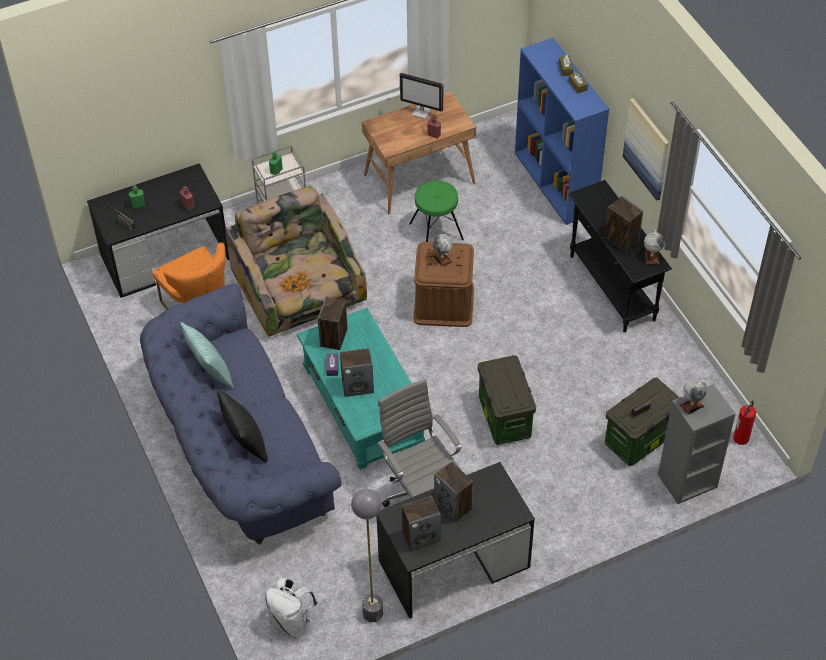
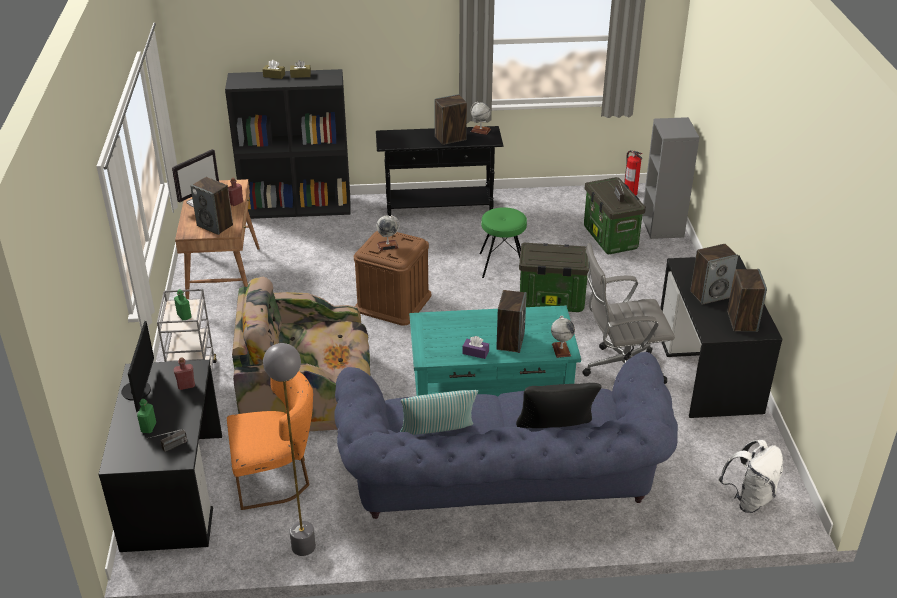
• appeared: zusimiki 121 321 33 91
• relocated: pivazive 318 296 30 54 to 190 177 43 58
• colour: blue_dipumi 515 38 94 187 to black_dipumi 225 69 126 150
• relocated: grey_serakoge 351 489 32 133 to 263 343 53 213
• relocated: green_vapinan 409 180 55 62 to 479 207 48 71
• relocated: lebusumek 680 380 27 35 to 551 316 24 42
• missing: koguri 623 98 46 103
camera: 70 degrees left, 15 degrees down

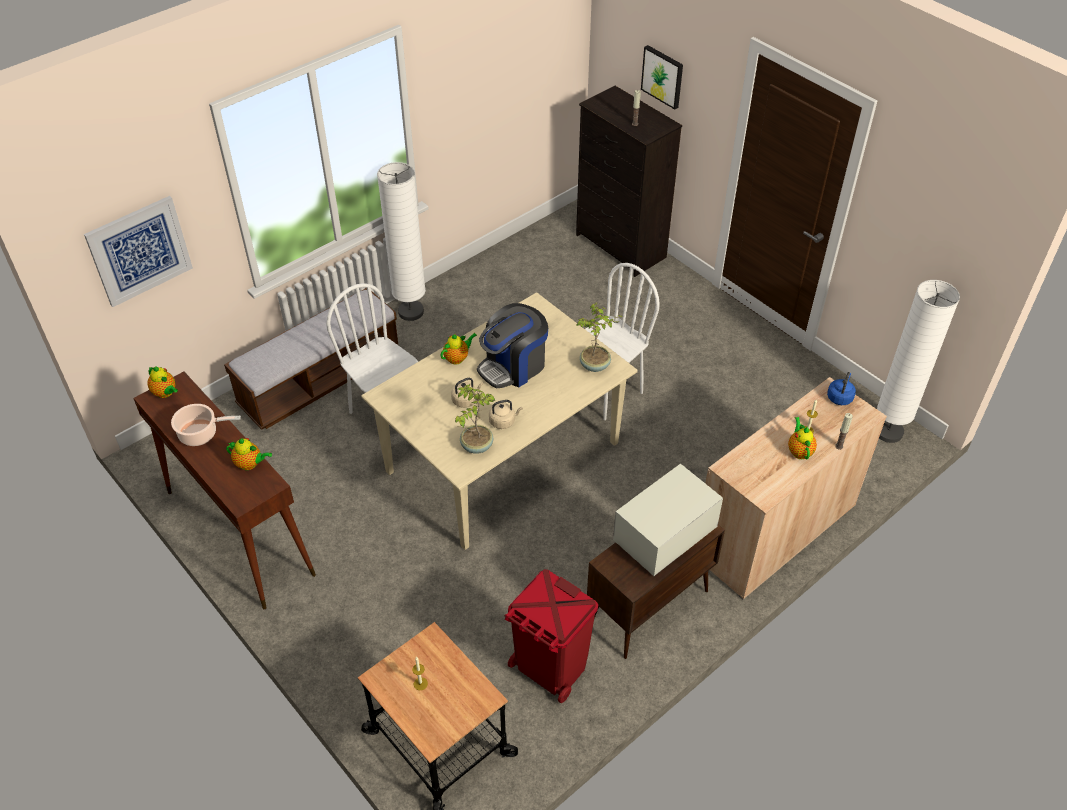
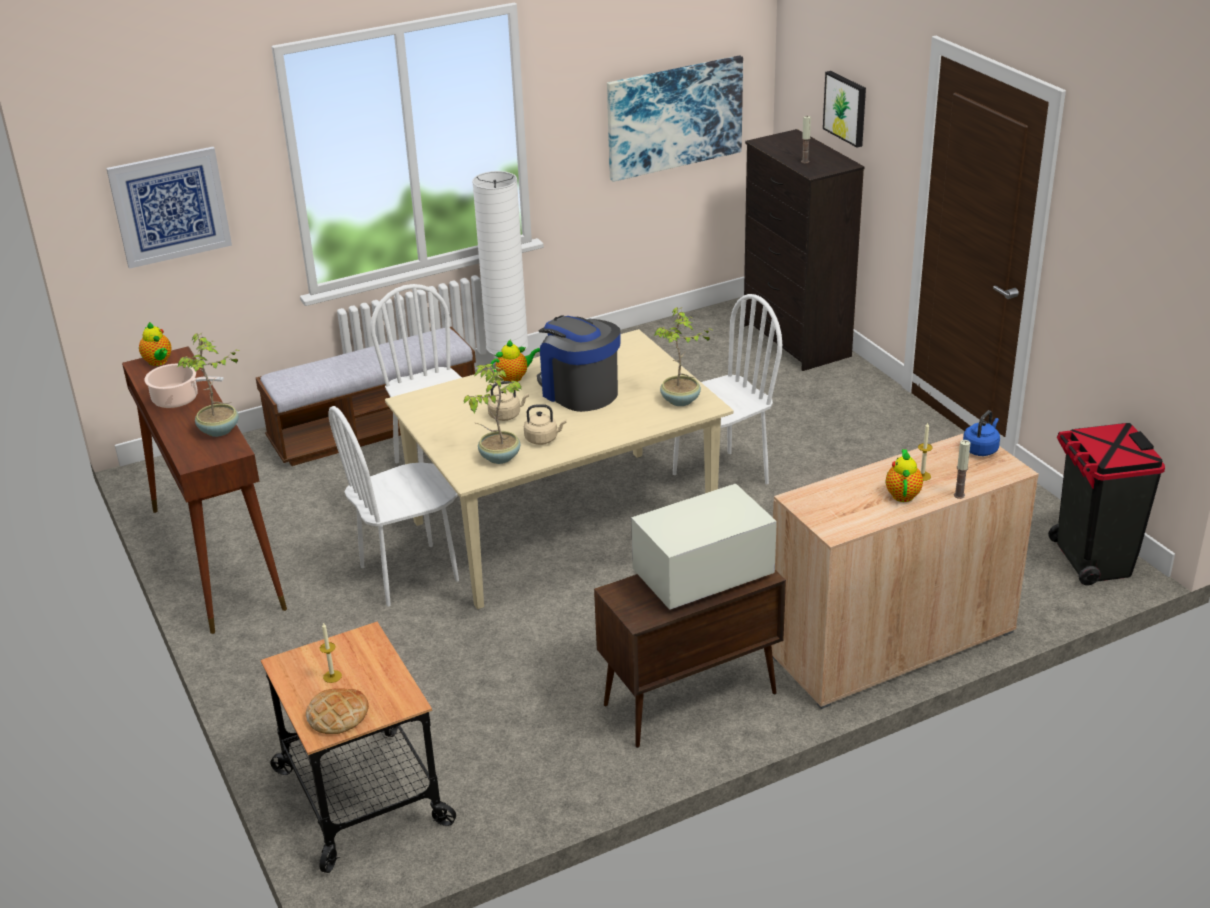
• exchanged: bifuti 226 438 46 32 to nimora 177 332 62 105
• appeared: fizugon 306 688 63 46
• appeared: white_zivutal 328 406 131 201
• spun: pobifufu 477 303 71 85 = 537 315 84 97 75 degrees clockwise
• appeared: koguri 607 55 136 127
• exchanged: white_serakoge 877 280 83 163 to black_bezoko 1048 423 117 162
• missing: red_bezoko 505 569 93 134
camera: 15 degrees right, 15 degrees down

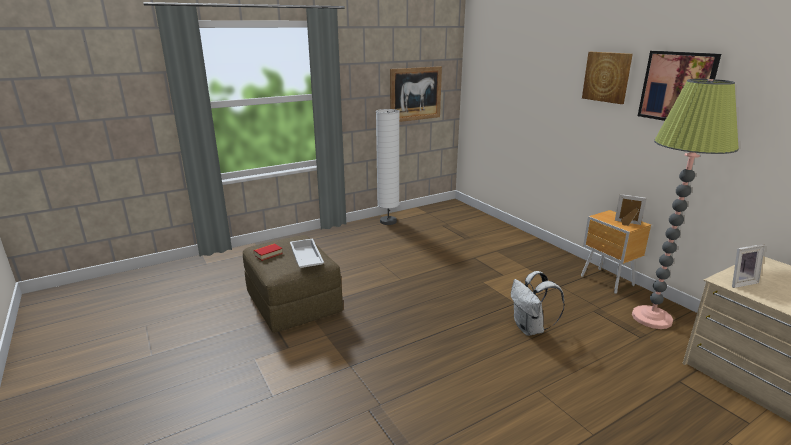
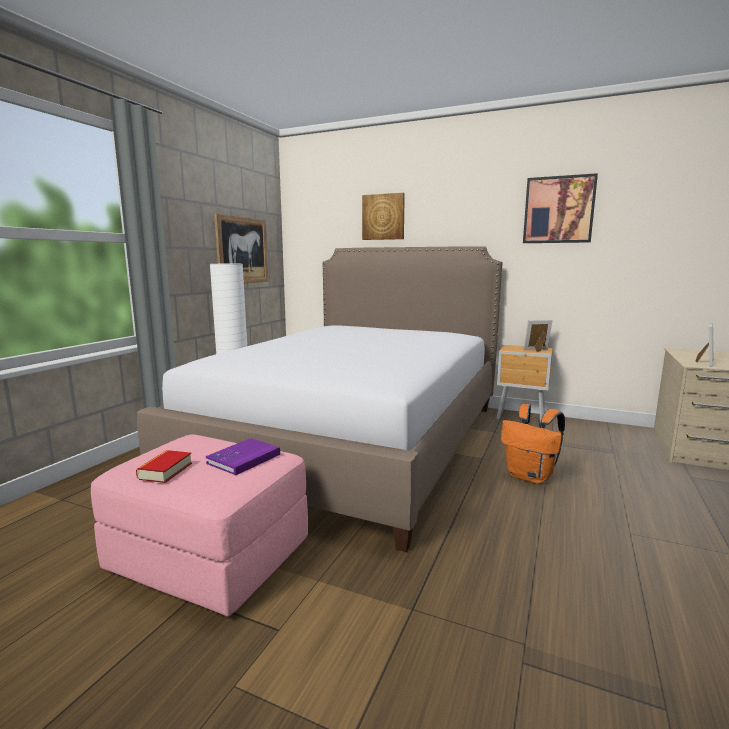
• colour: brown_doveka 243 235 100 98 to pink_doveka 91 435 217 182
• appeared: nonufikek 137 247 366 305
• exchanged: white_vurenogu 290 238 34 30 to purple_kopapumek 206 438 74 37
• relocated: koguri 582 52 51 52 to 362 193 43 47
• colour: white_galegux 511 271 54 65 to orange_galegux 501 404 64 80
• missing: serakoge 632 79 107 250
camera: 35 degrees left, 10 degrees down

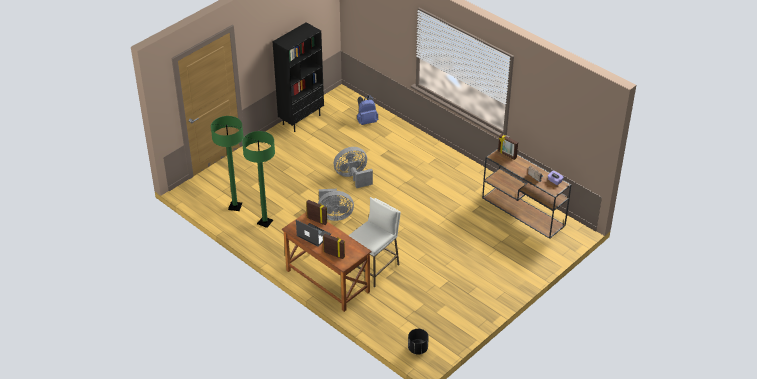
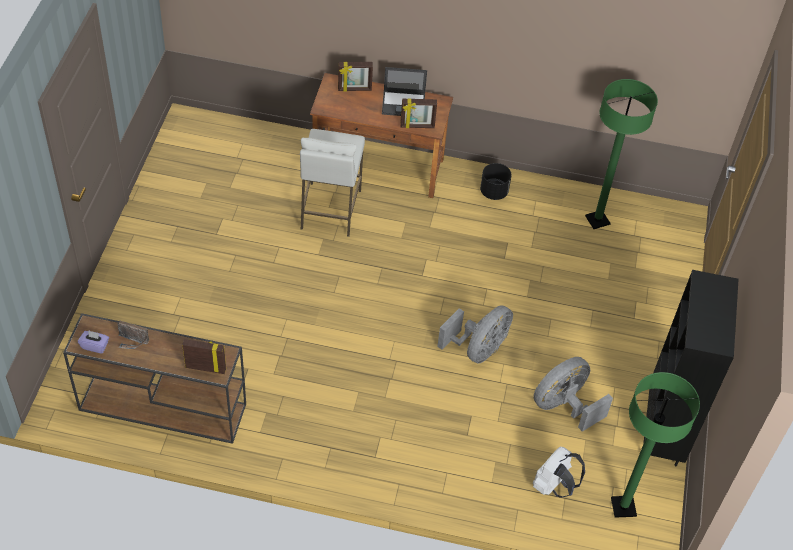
• relocated: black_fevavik 408 329 21 26 to 480 163 32 37
• relocated: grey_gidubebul 318 189 36 32 to 533 357 80 75
• colour: blue_galegux 357 95 21 30 to white_galegux 533 447 52 51
• relocated: green_serakoge 242 131 33 97 to 611 372 89 146
camera: 145 degrees right, 10 degrees up

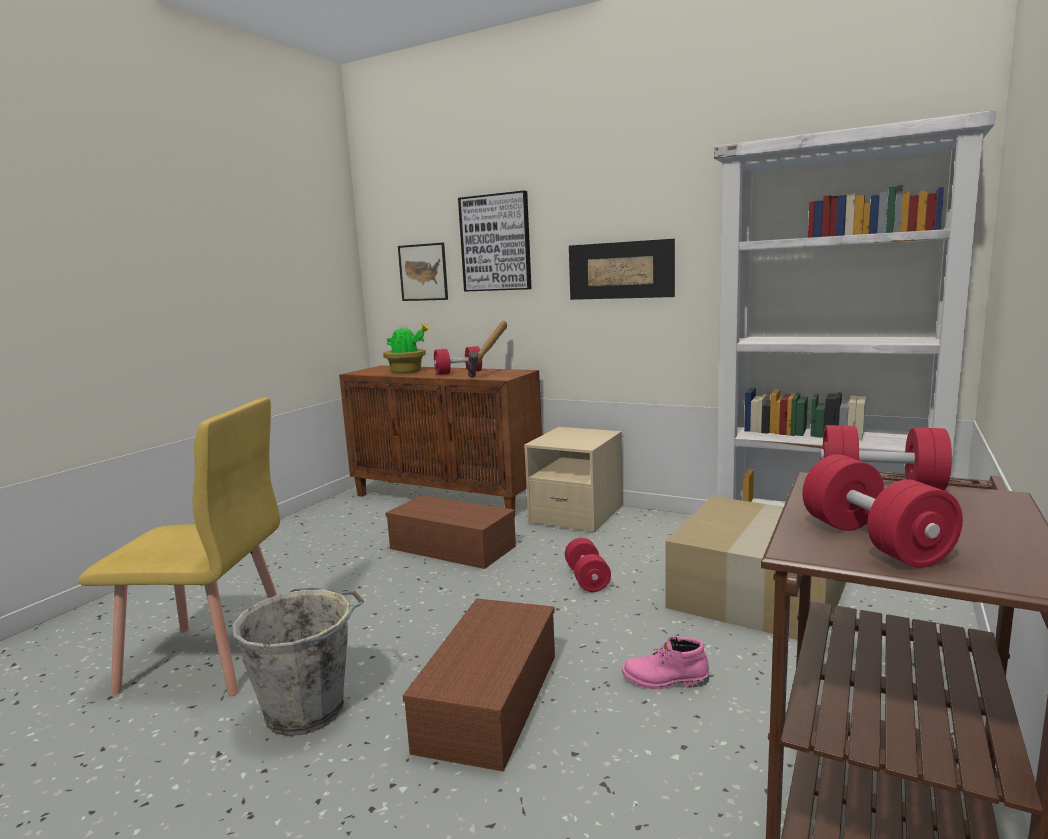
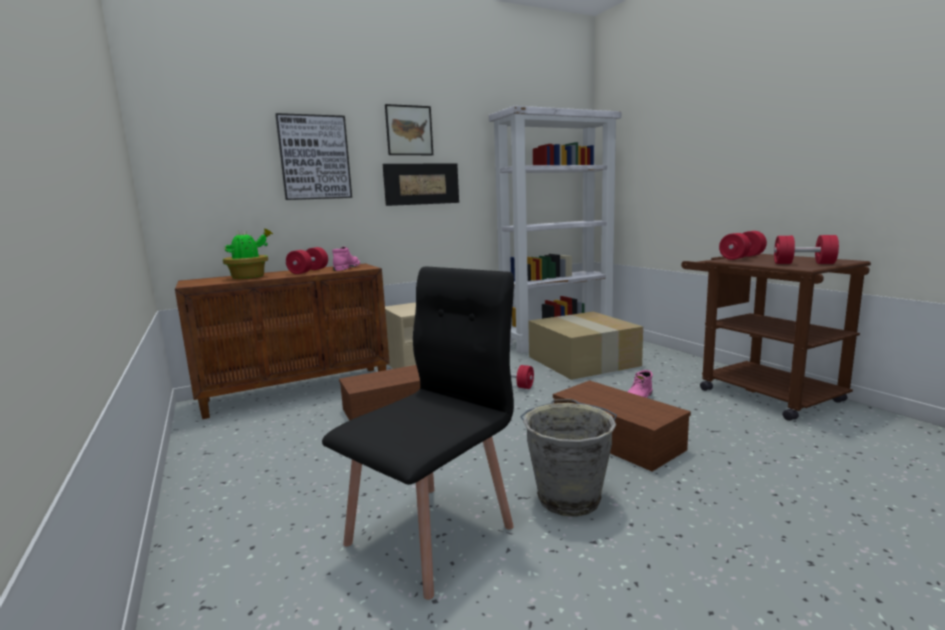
• colour: yellow_zivutal 78 398 202 298 to black_zivutal 322 267 192 333
• exchanged: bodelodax 467 320 40 57 to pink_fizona 332 247 28 24
• relocated: koguri 398 243 50 58 to 385 104 48 51
camera: 55 degrees left, 0 degrees up

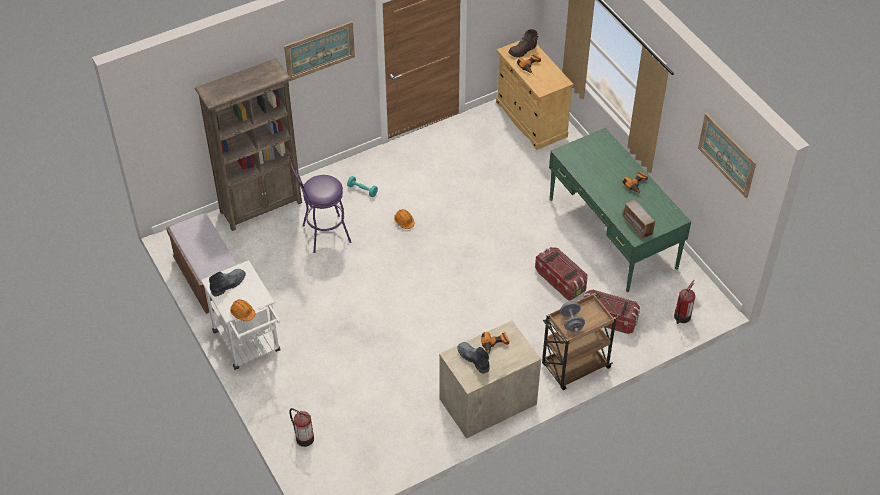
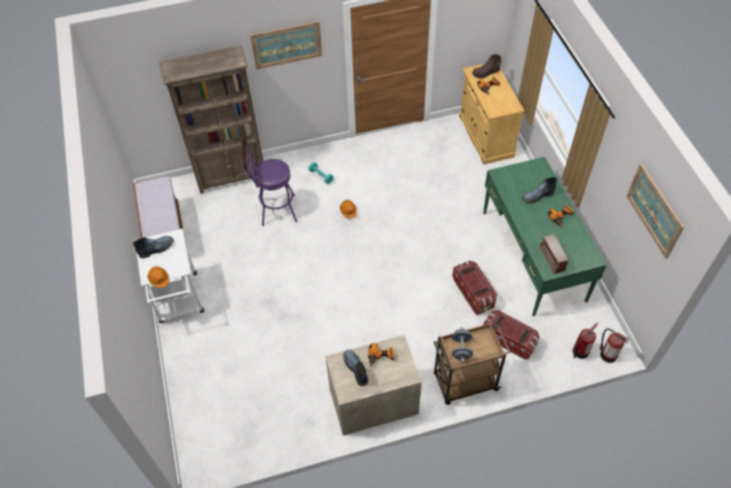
• appeared: fizona 522 177 35 27
• relocated: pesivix 289 408 25 39 to 600 329 29 34
camera: 15 degrees right, 5 degrees up

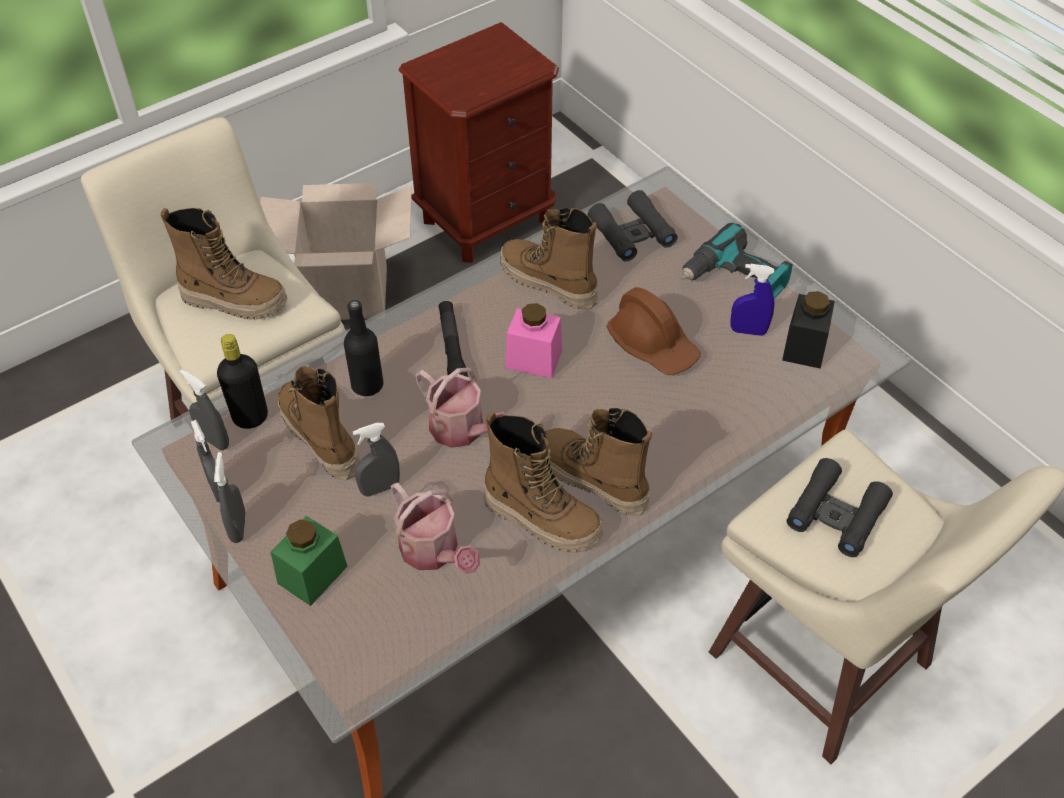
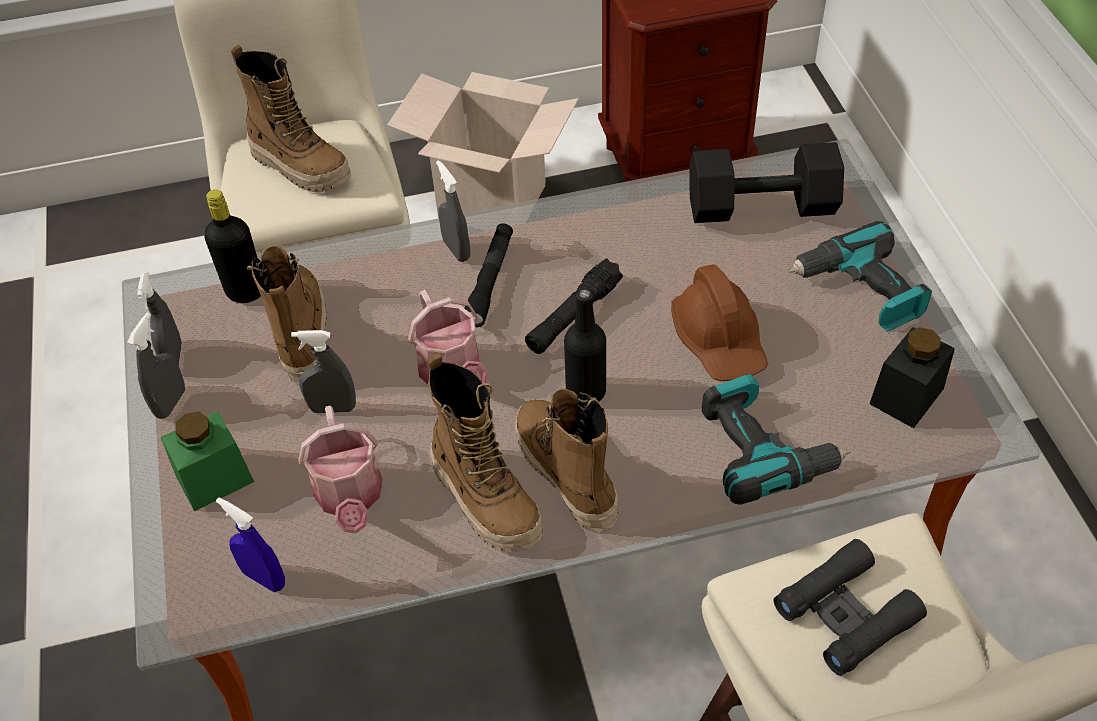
• relocated: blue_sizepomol 730 264 44 72 to 216 497 69 95
• relocated: grey_sizepomol 180 369 49 81 to 436 160 34 102
• exchanged: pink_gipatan 505 303 57 75 to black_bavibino 525 258 98 96
• relocated: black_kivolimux 344 300 40 96 to 564 288 42 114
• exchanged: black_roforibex 588 190 90 72 to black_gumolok 689 142 155 81
• appeared: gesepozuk 702 374 149 131
• missing: fizona 500 208 98 102
camera: 25 degrees right, 0 degrees up

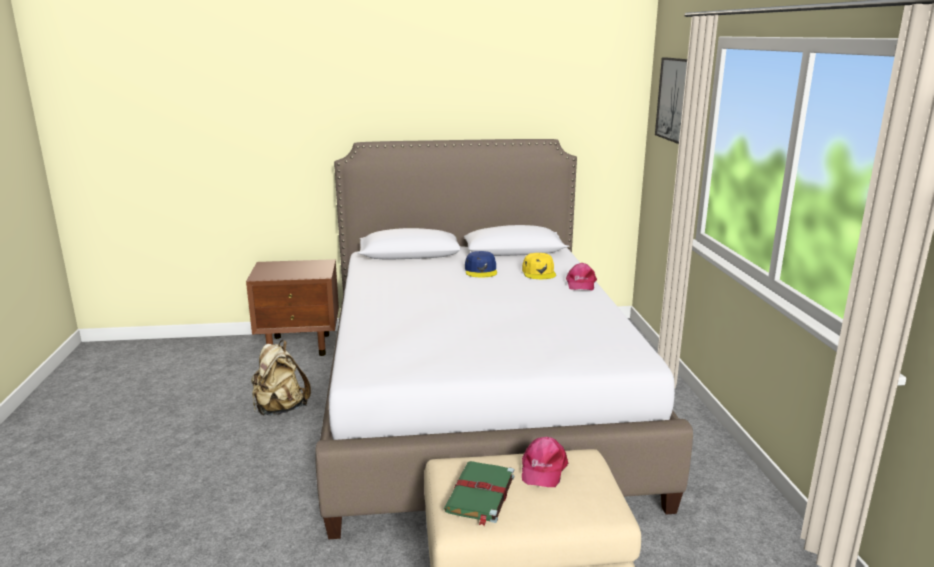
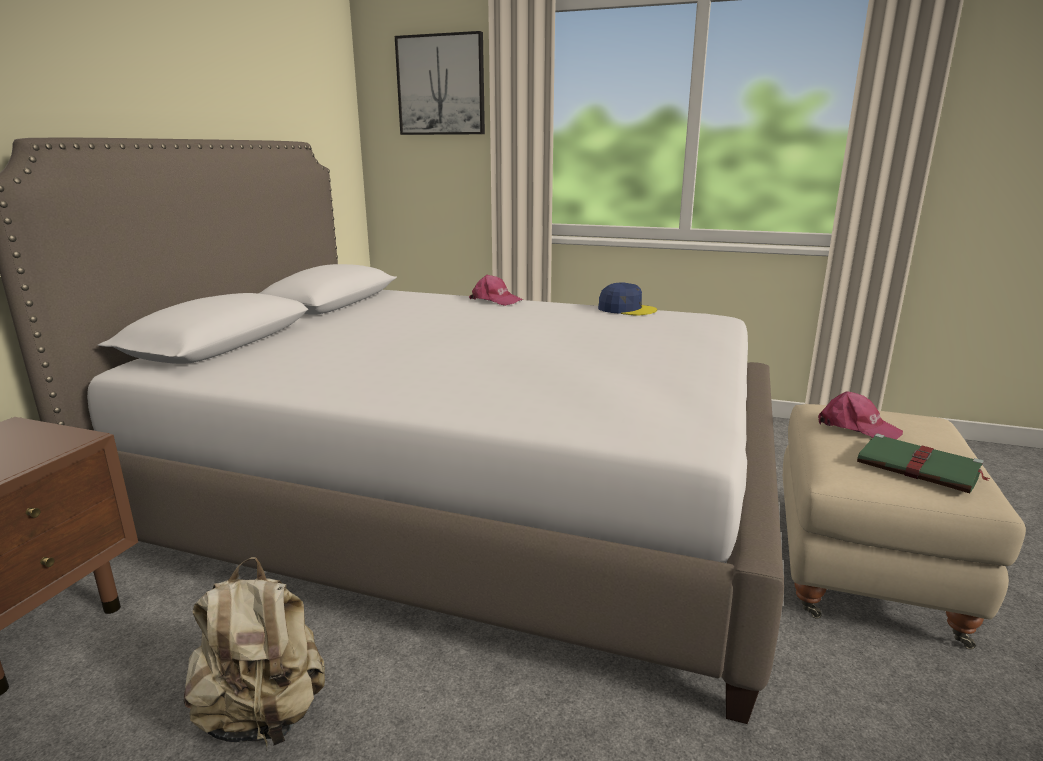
• relocated: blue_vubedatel 465 251 32 27 to 598 282 59 33
• missing: yellow_vubedatel 522 253 34 26
camera: 65 degrees left, 0 degrees up

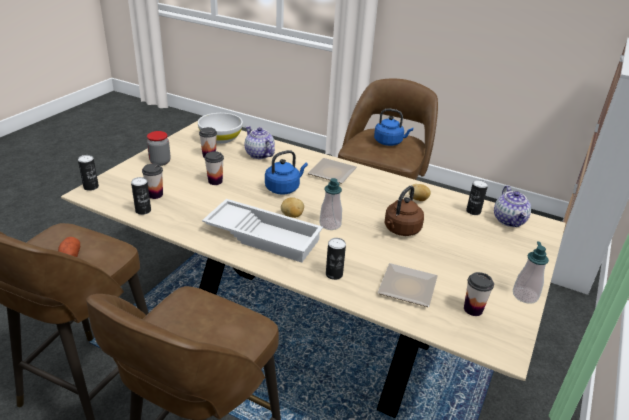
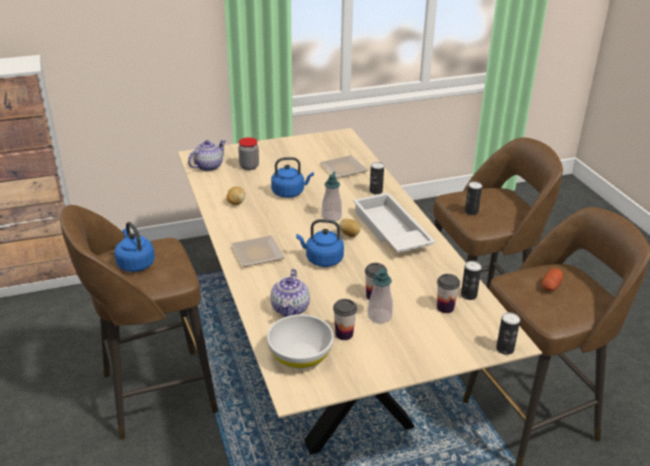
• relocated: gipatan 147 131 23 35 to 238 137 21 33
• colour: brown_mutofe 384 186 40 50 to blue_mutofe 271 157 43 41
• relocated: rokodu 513 242 36 62 to 368 269 25 55
• relocated: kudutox 466 180 22 35 to 465 181 17 34
• missing: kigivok 464 272 30 44
camera: 135 degrees left, 0 degrees up

